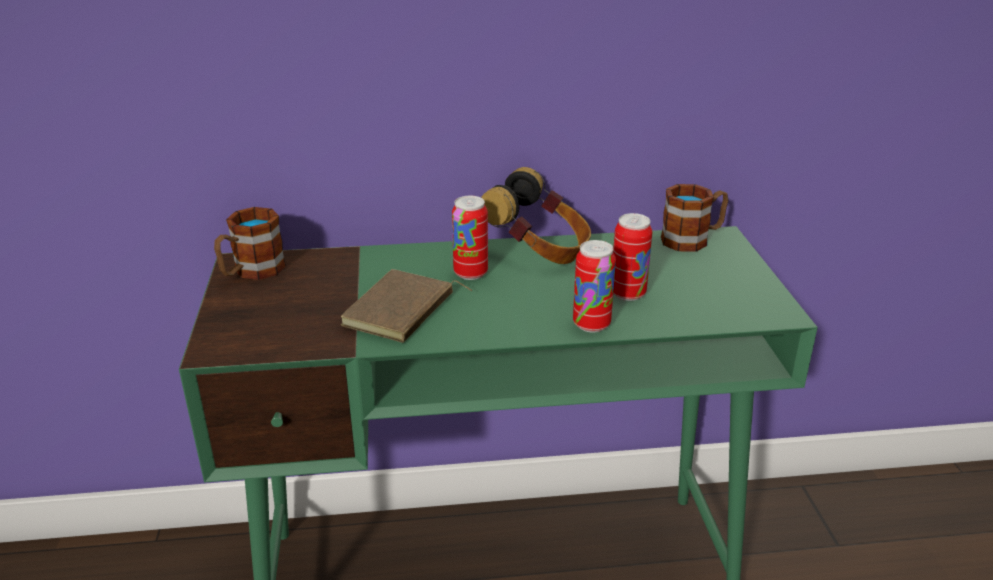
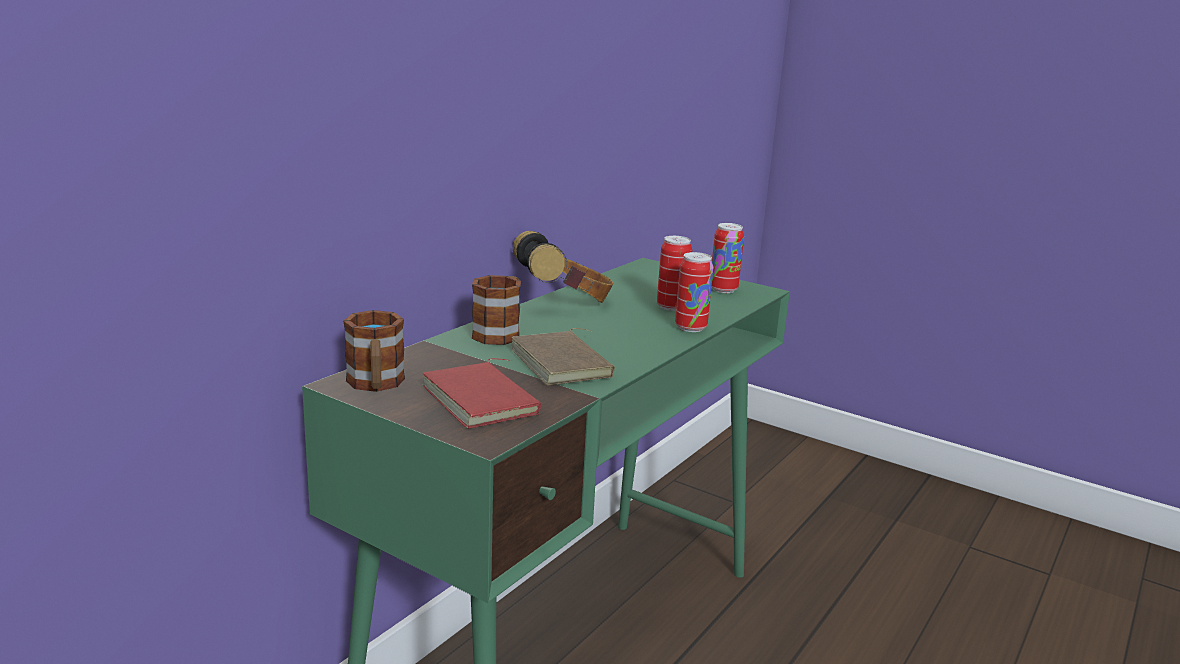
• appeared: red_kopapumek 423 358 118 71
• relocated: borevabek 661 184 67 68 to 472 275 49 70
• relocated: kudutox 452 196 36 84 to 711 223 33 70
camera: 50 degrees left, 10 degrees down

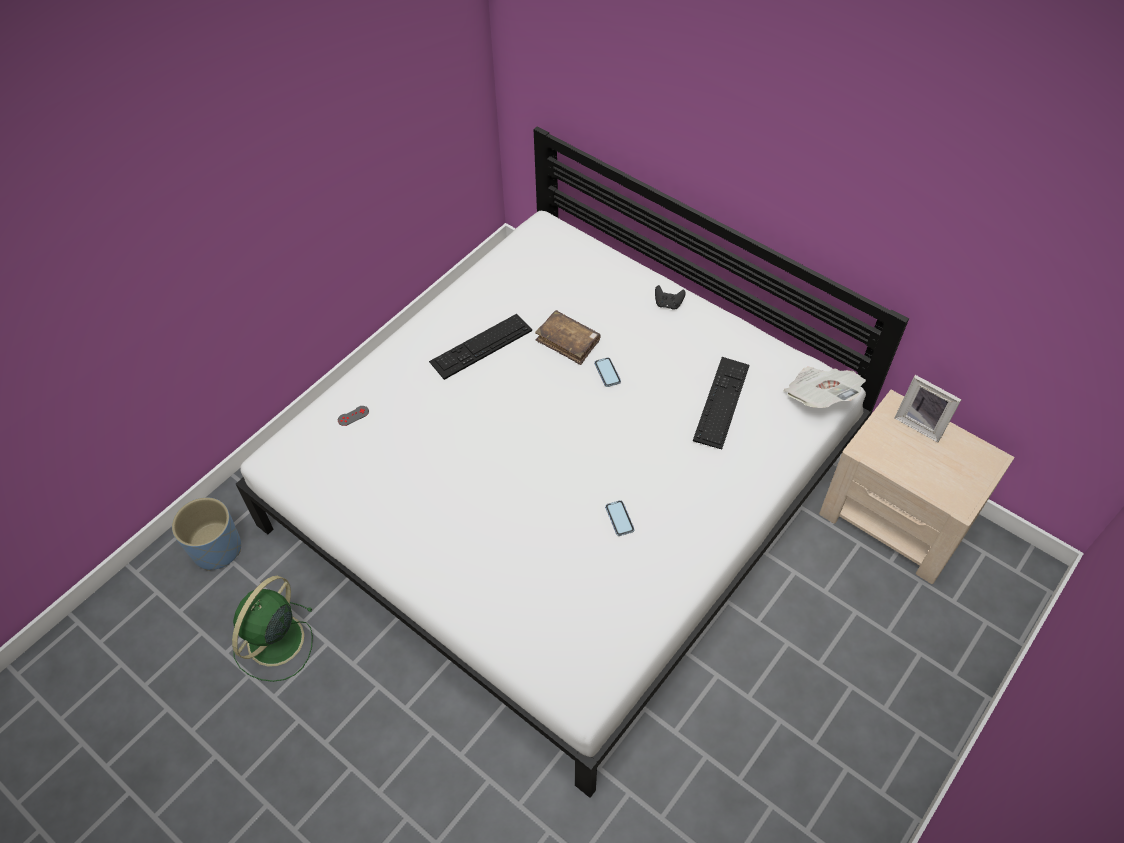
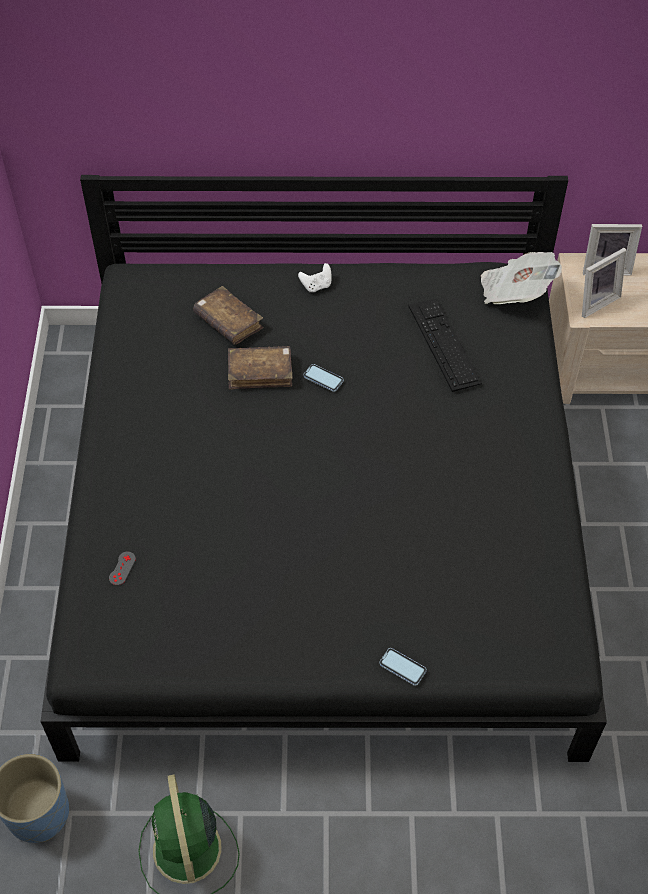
• colour: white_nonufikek 236 126 673 672 to black_nonufikek 40 175 567 587
• appeared: brown_kopapumek 193 286 70 58
• colour: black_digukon 655 285 31 25 to white_digukon 298 263 33 29
• relocated: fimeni 605 500 29 36 to 379 648 48 38
• appeared: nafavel 582 248 45 70
• missing: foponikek 429 314 103 66
camera: 40 degrees left, 0 degrees up

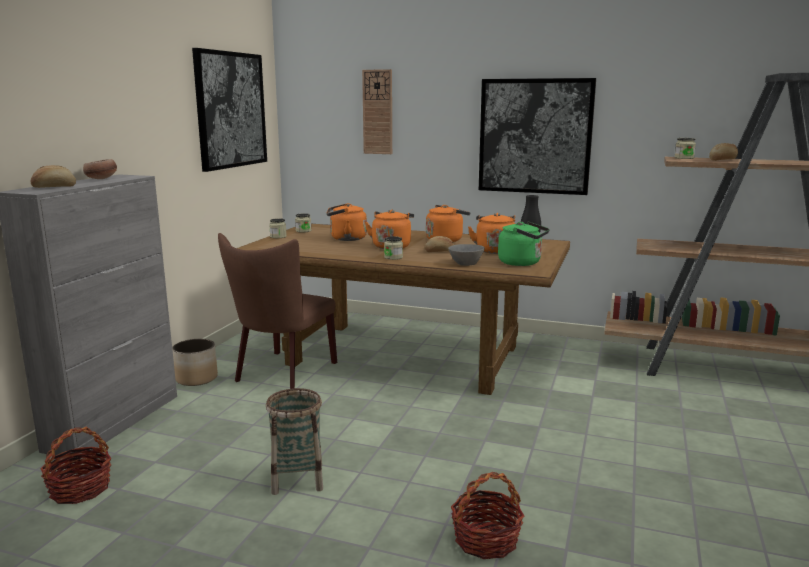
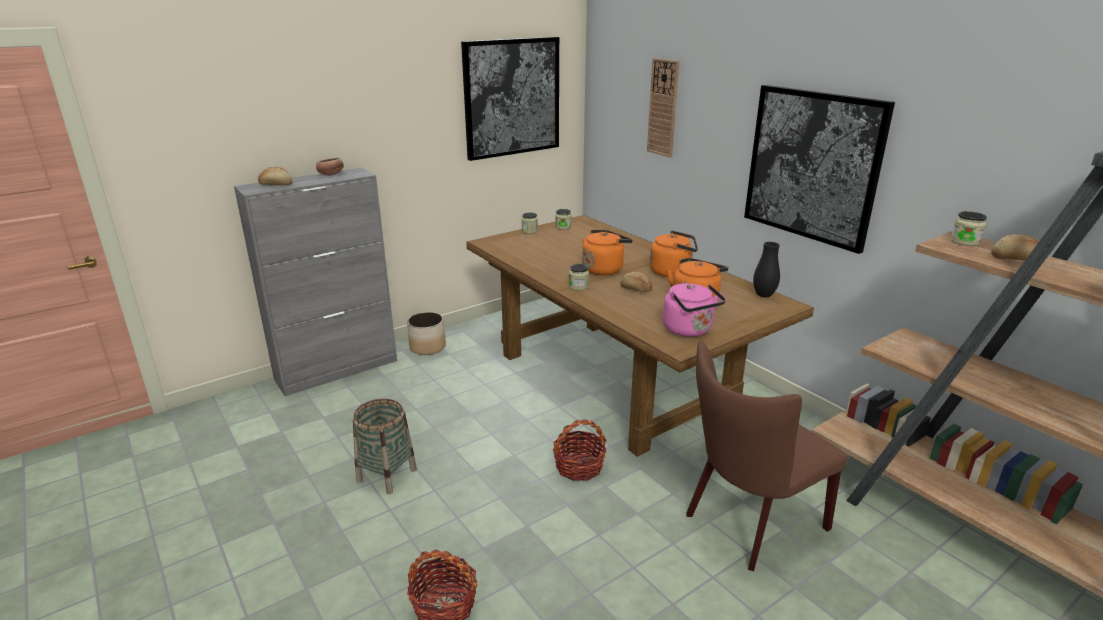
• relocated: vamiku 40 427 72 77 to 553 419 54 62
• colour: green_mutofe 498 221 52 45 to pink_mutofe 663 284 63 53
• relocated: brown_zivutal 218 233 119 156 to 686 341 162 230
• missing: orange_mutofe 327 203 40 38
• missing: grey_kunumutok 448 244 37 22
camera: 35 degrees right, 10 degrees up

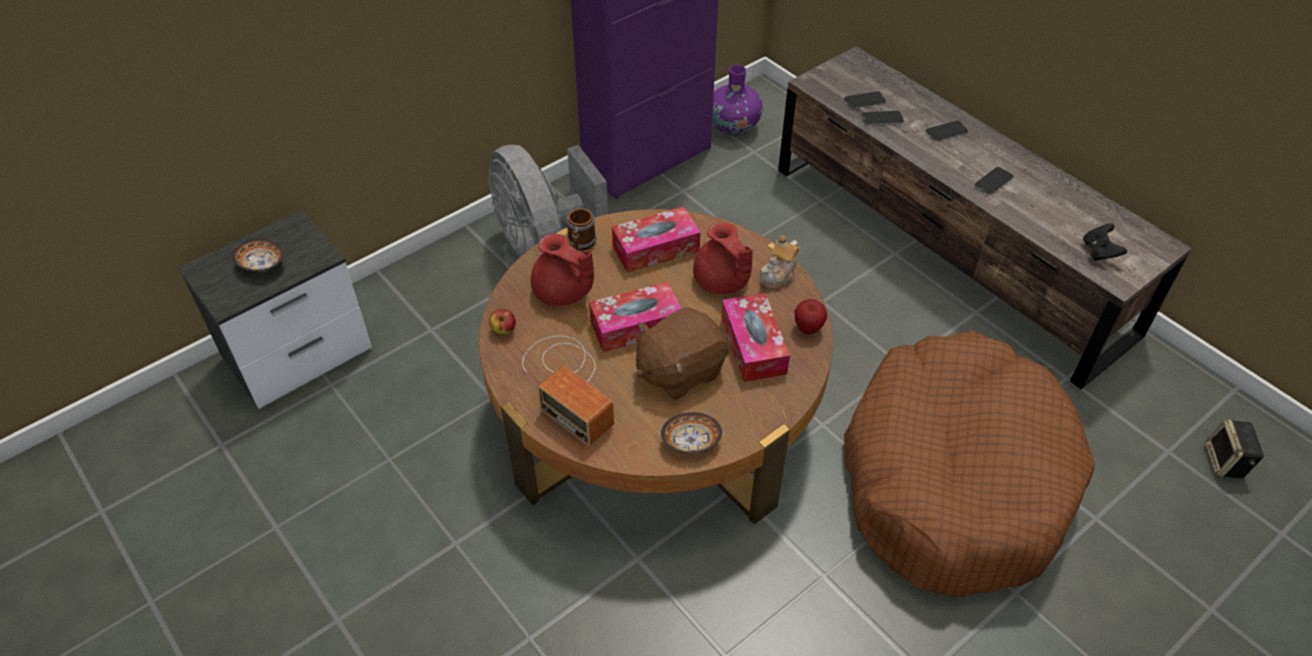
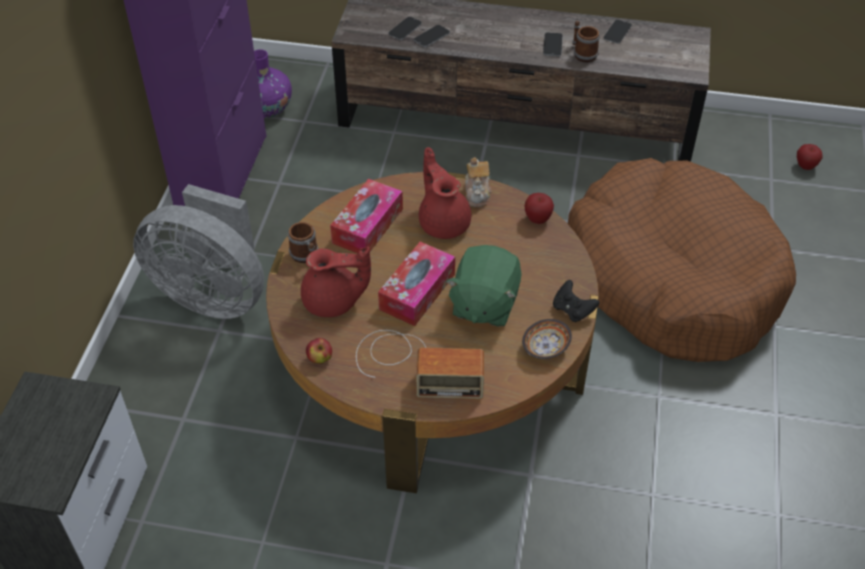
• spun: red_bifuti 693 222 60 72 = 419 147 52 92 135 degrees counterclockwise
• colour: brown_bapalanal 636 307 93 93 to green_bapalanal 446 245 76 82
• relocated: black_digukon 1083 223 44 38 to 553 280 47 43
• appeared: borevabek 573 21 27 41
• relocated: fimeni 926 121 42 20 to 604 20 28 23
• exchanged: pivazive 1205 419 59 59 to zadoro 797 144 26 26
• missing: kunumutok 233 238 51 34
• missing: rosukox 721 293 69 89
camera: 40 degrees left, 0 degrees up

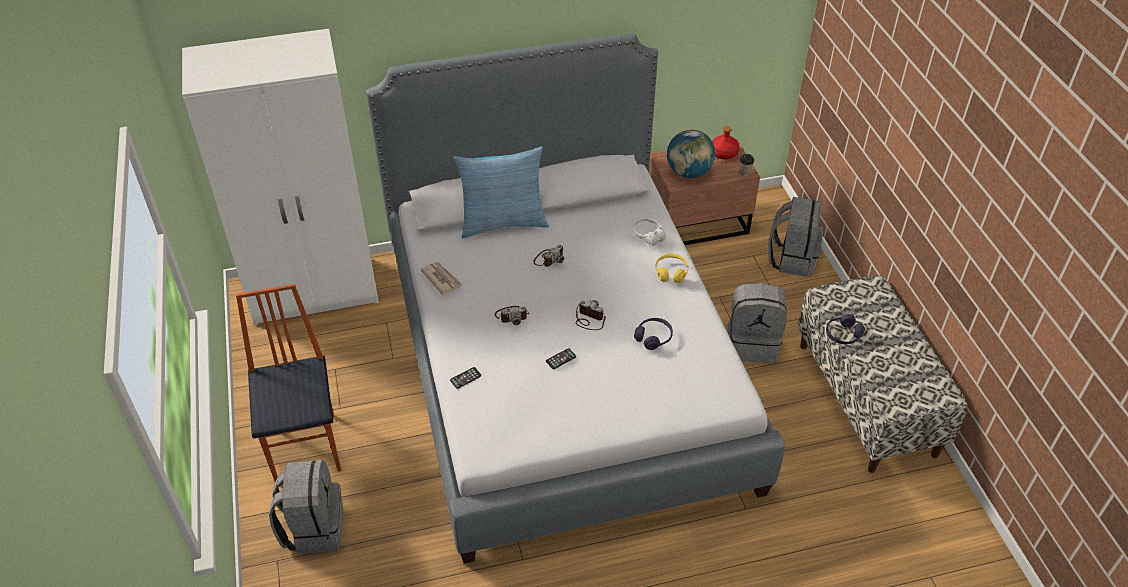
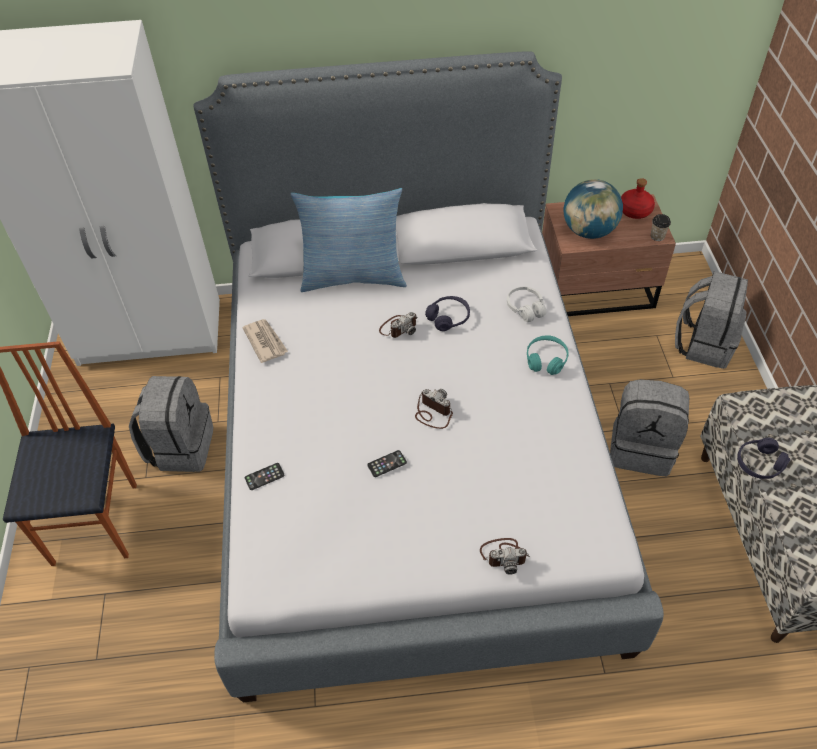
• relocated: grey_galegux 269 460 74 94 to 129 376 84 96
• relocated: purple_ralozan 634 318 39 32 to 425 296 45 35
• relocated: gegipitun 495 306 34 19 to 480 538 50 37
• colour: yellow_ralozan 656 254 33 29 to turquoise_ralozan 527 335 42 40
camera: 10 degrees right, 5 degrees up

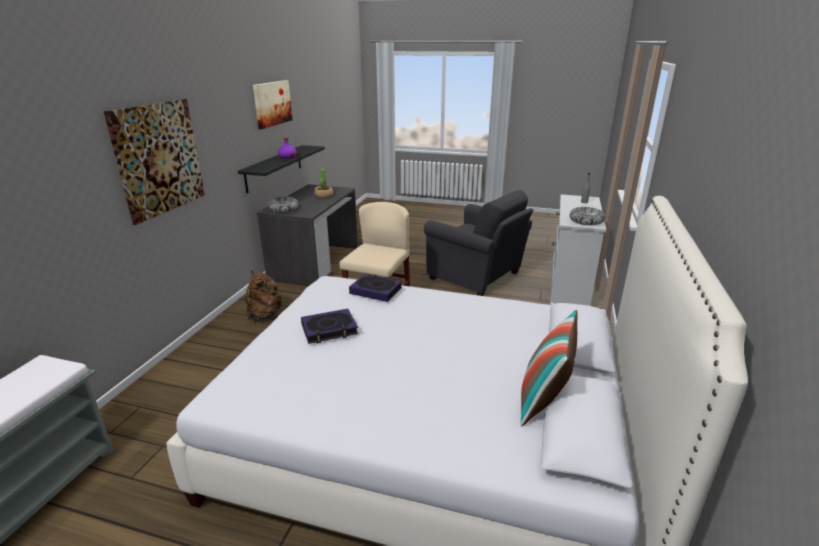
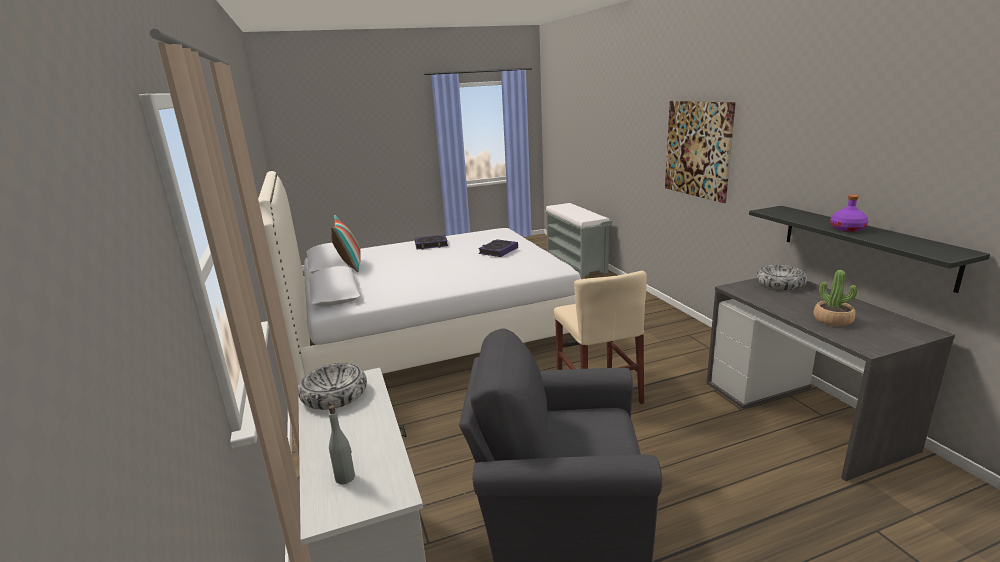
• relocated: kopapumek 349 274 53 28 to 414 234 34 16
• missing: brown_galegux 245 271 38 50
• missing: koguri 253 80 39 49
camera: 145 degrees right, 5 degrees down

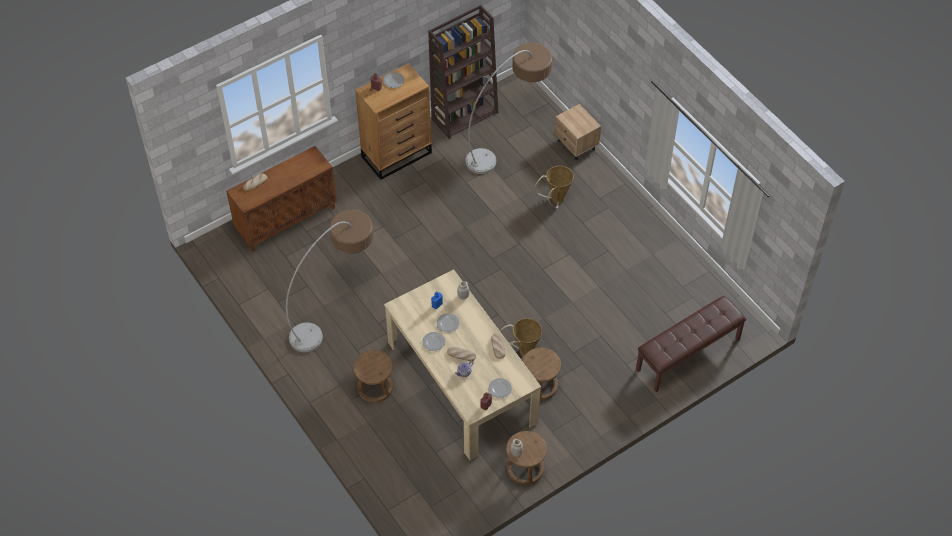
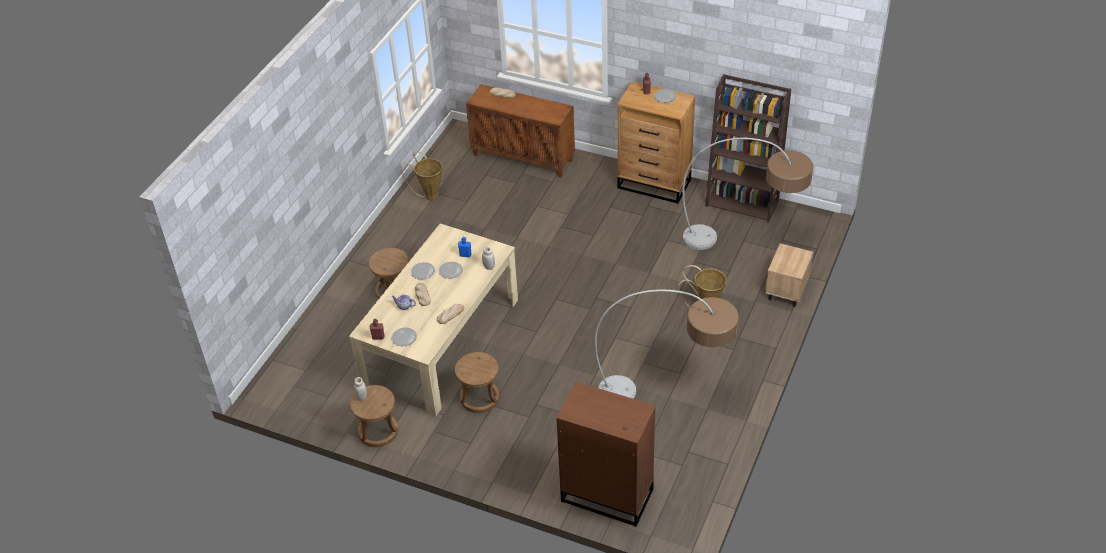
• relocated: vamiku 500 318 42 42 to 401 152 41 49
• exchanged: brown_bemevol 636 296 110 96 to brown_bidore 557 382 99 145
• relocated: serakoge 286 209 87 143 to 595 290 144 109
camera: 60 degrees right, 10 degrees down

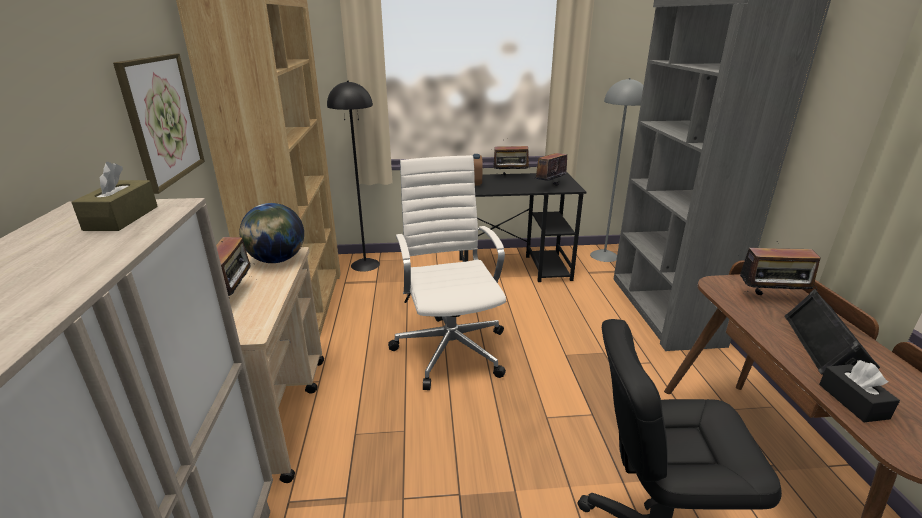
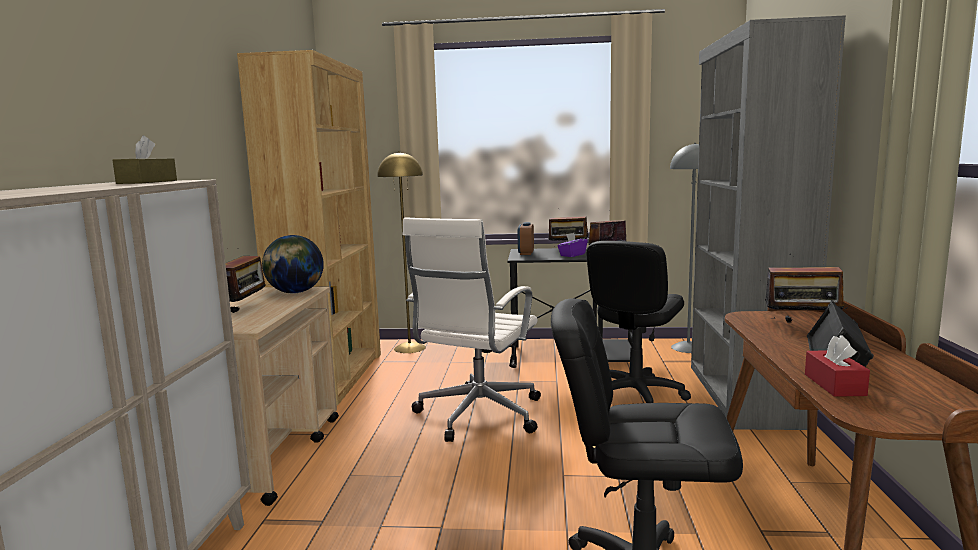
• colour: black_serakoge 327 81 53 191 to yellow_serakoge 377 152 49 201
• spun: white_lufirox 388 155 118 235 = 403 218 138 224 150 degrees counterclockwise
• appeared: purple_rosukox 557 233 31 24
• appeared: black_lufirox 586 241 105 162
• colour: black_rosukox 819 360 81 62 to red_rosukox 805 335 65 62
• missing: koguri 113 54 92 140
camera: 10 degrees right, 15 degrees down

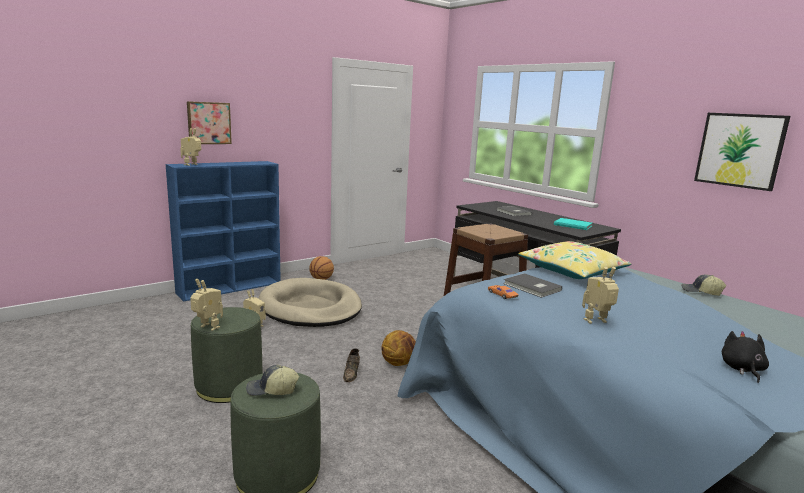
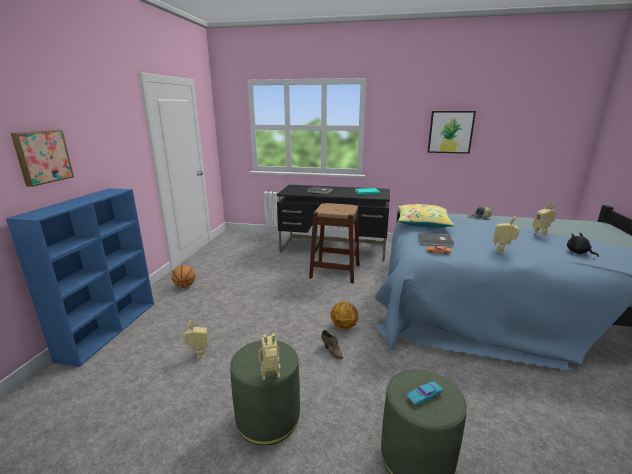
• exchanged: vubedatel 246 365 54 31 to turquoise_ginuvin 407 382 36 24
• relocated: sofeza 180 128 21 38 to 533 202 23 34
• missing: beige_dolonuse 258 278 104 49
camera: 40 degrees left, 5 degrees up

